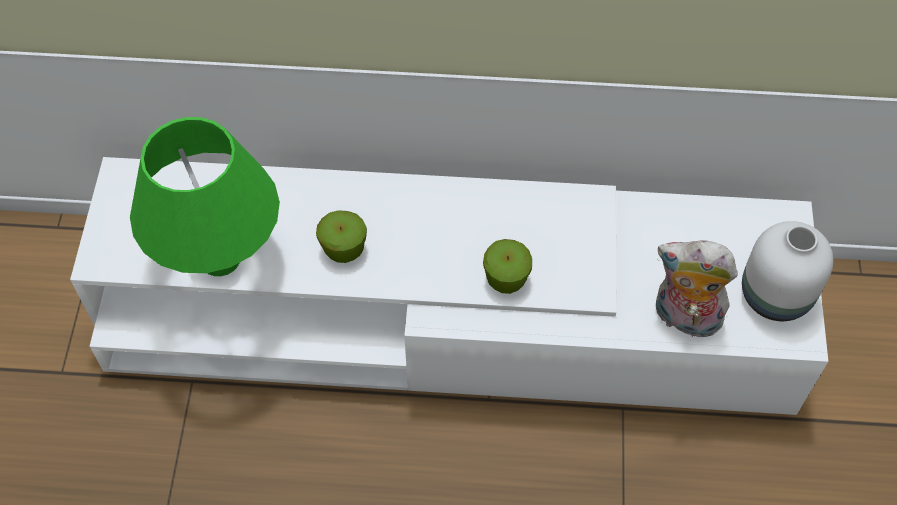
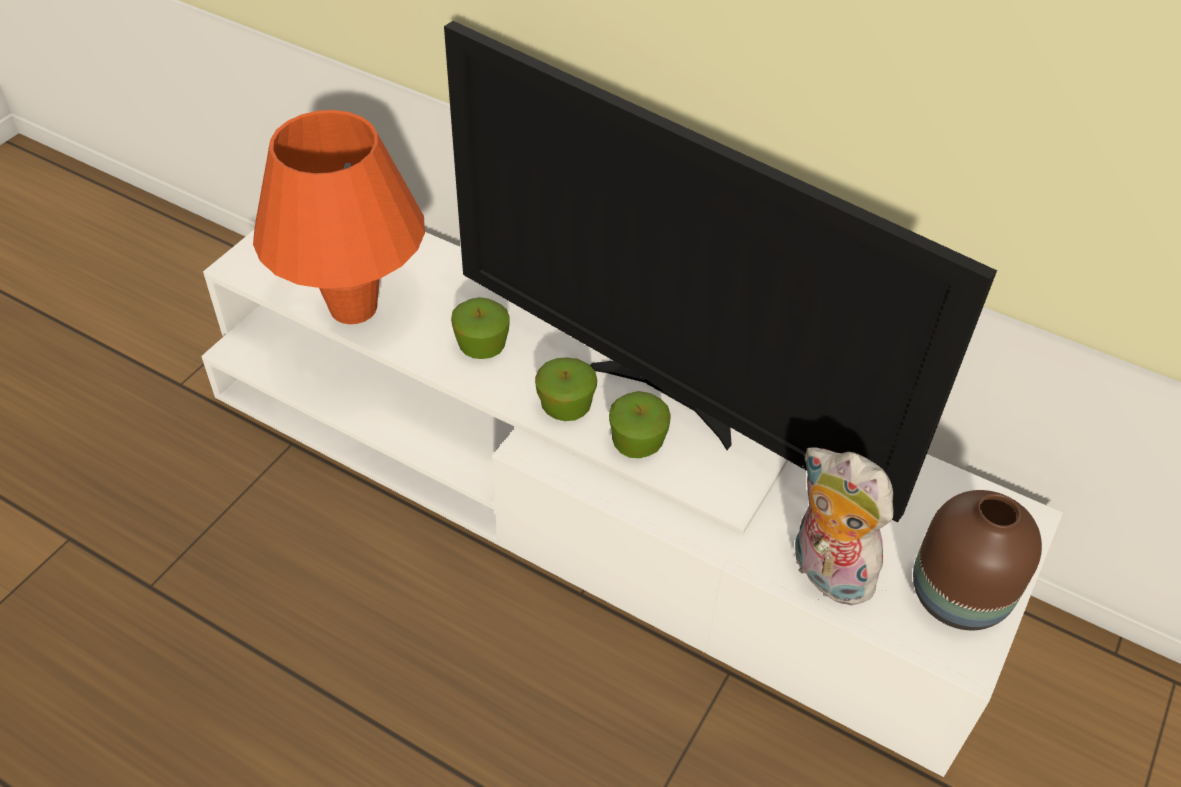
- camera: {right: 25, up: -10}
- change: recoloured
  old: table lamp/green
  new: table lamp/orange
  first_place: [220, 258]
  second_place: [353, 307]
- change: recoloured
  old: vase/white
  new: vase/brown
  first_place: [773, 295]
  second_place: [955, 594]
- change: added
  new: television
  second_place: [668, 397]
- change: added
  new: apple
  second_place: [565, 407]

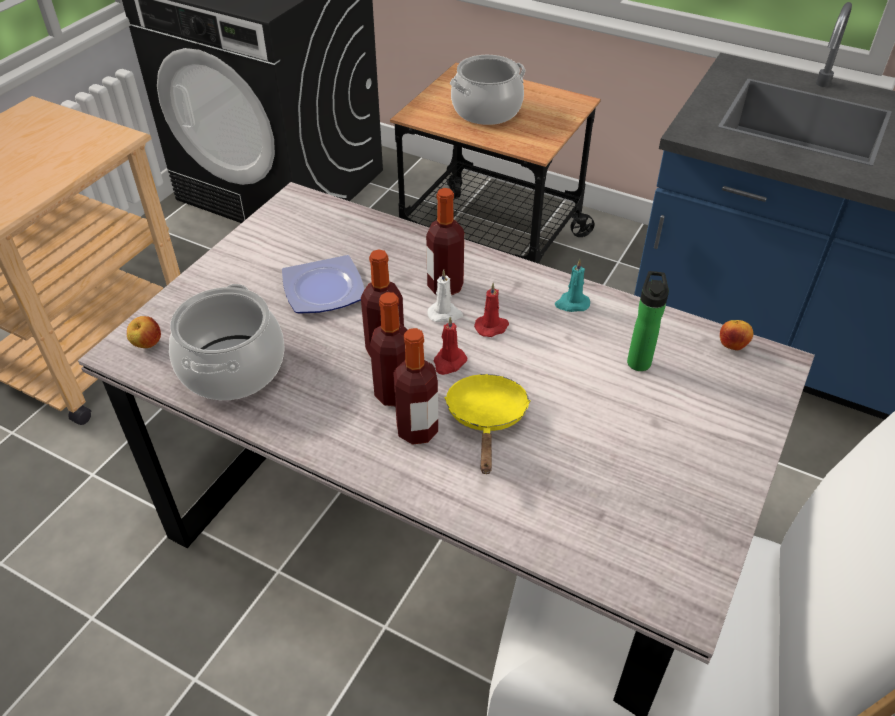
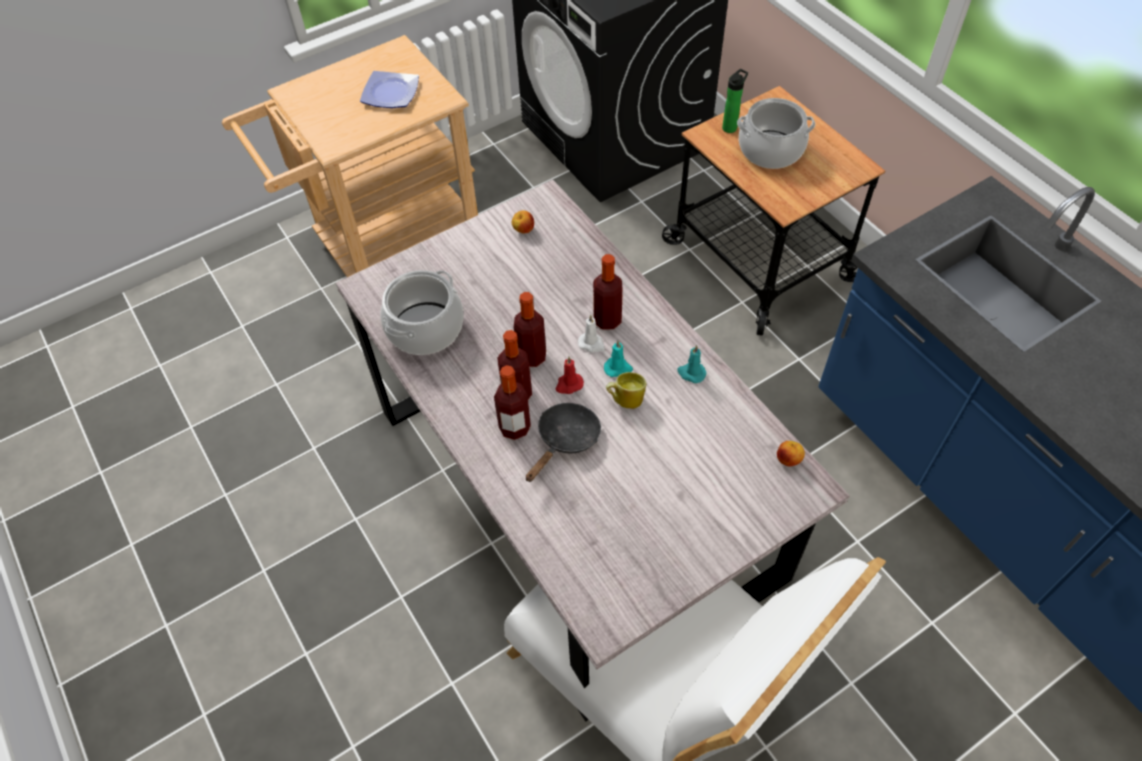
- camera: {right: 30, up: 10}
- change: moved
  old: plate
  first_place: [322, 289]
  second_place: [390, 92]
- change: moved
  old: bottle
  first_place: [639, 360]
  second_place: [730, 127]
- change: recoloured
  old: candle/red
  new: candle/turquoise
  first_place: [492, 327]
  second_place: [618, 368]
- change: moved
  old: apple
  first_place: [147, 344]
  second_place: [523, 230]
- change: recoloured
  old: frying pan/yellow
  new: frying pan/black
  first_place: [487, 419]
  second_place: [565, 439]
- change: added
  new: mug
  second_place: [625, 399]

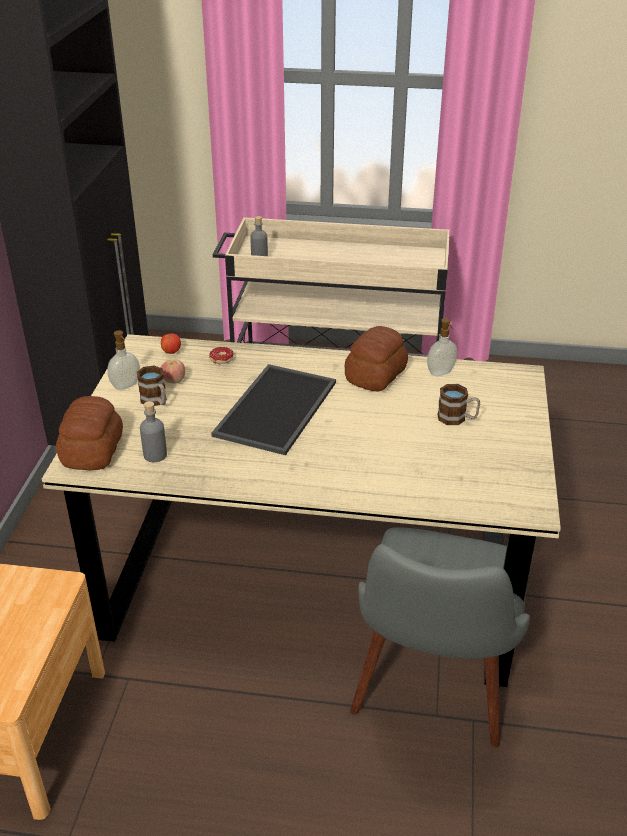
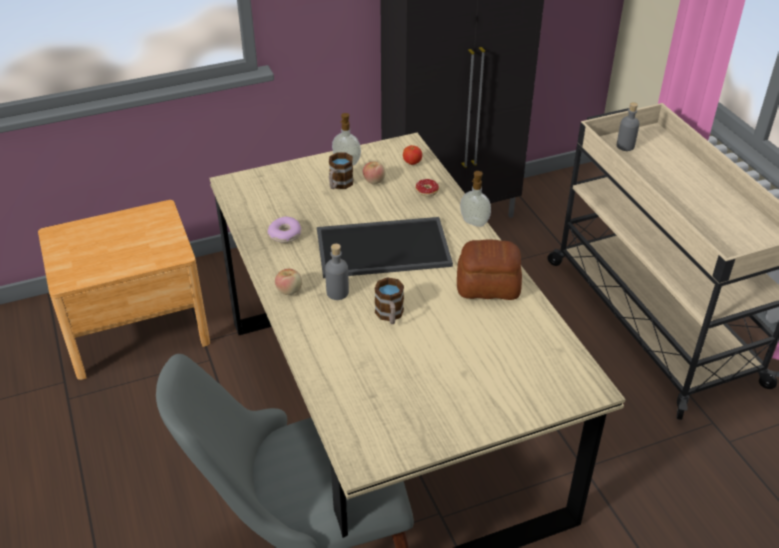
- camera: {right: 60, up: 5}
- change: moved
  old: soap dispenser
  first_place: [441, 373]
  second_place: [473, 223]
- change: moved
  old: mug
  first_place: [457, 418]
  second_place: [390, 315]
- change: removed
  old: bread
  first_place: [94, 450]
- change: moved
  old: bottle/grey
  first_place: [155, 455]
  second_place: [337, 292]
- change: added
  new: donut
  second_place: [285, 235]
- change: added
  new: apple
  second_place: [289, 290]

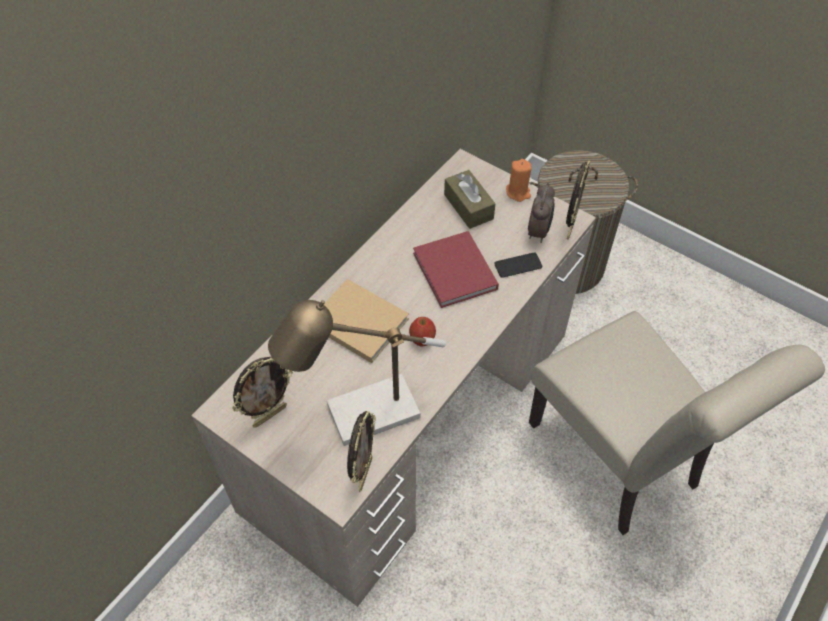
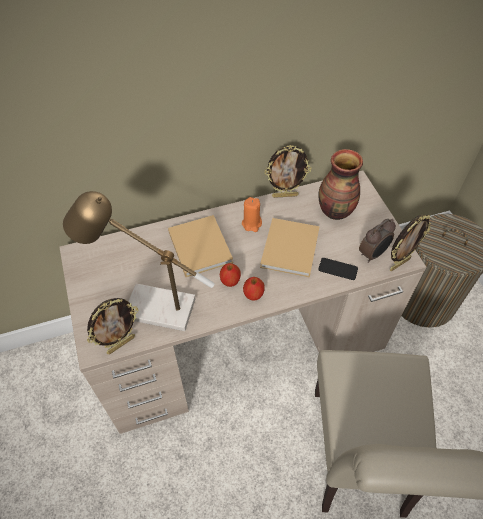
- camera: {right: 35, up: 0}
- change: moved
  old: candle/orange
  first_place: [518, 192]
  second_place: [252, 224]
- change: replaced
  old: tissue box/brown
  new: vase
  first_place: [468, 206]
  second_place: [336, 211]
- change: recoloured
  old: book/red
  new: book/beige
  first_place: [456, 273]
  second_place: [289, 250]
- change: moved
  old: picture frame
  first_place: [269, 415]
  second_place: [285, 195]
- change: added
  new: apple
  second_place: [253, 295]

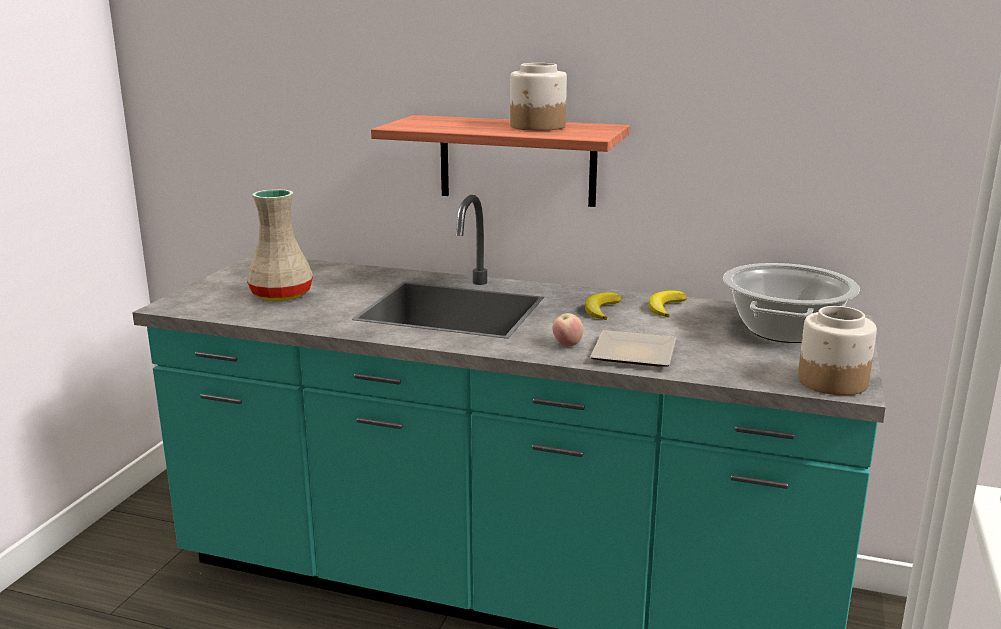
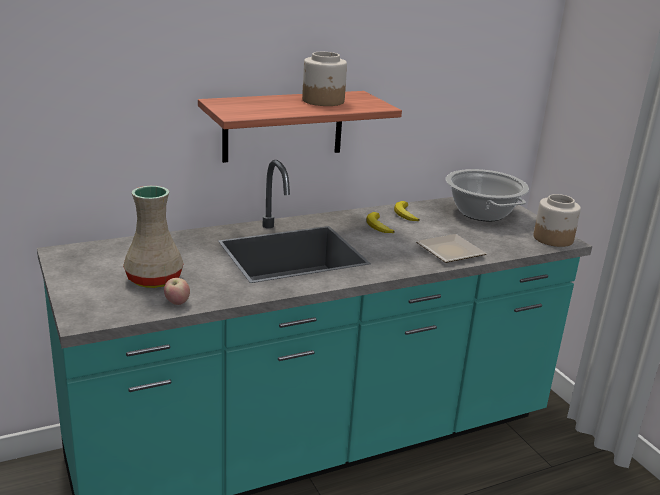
- camera: {right: -45, up: 5}
- change: moved
  old: apple
  first_place: [567, 345]
  second_place: [177, 303]

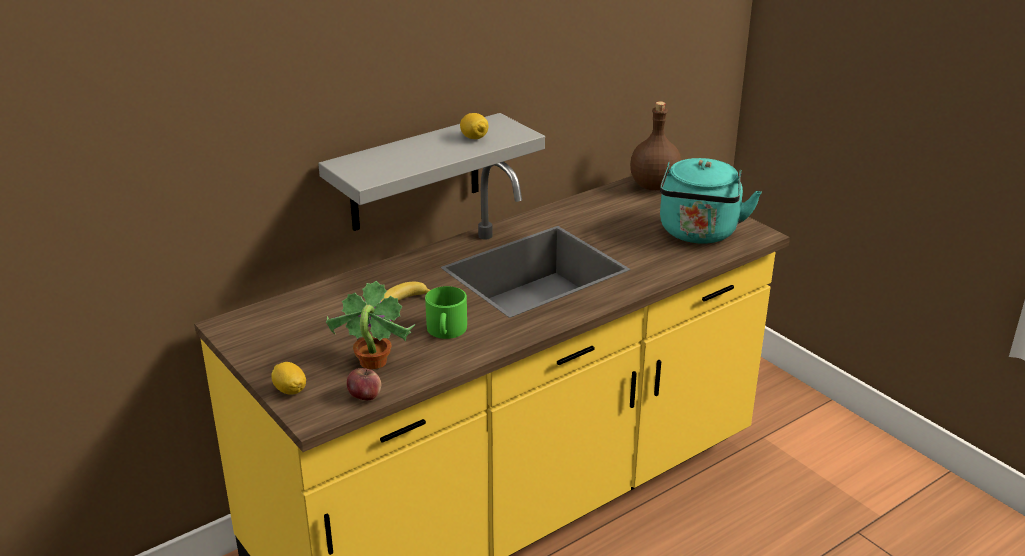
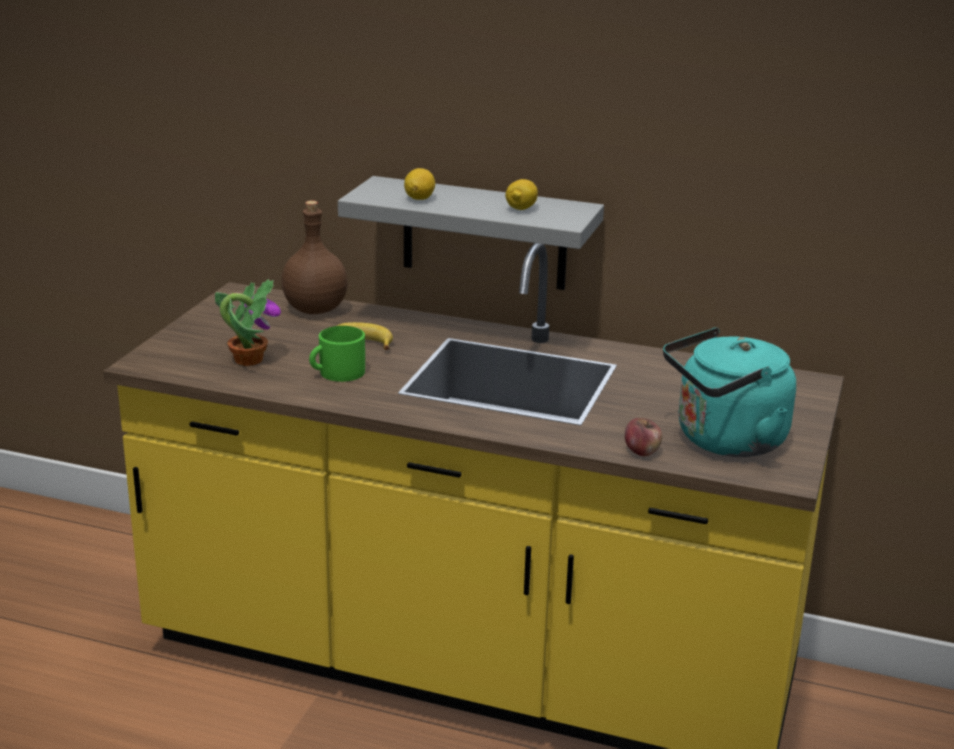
- camera: {right: 55, up: -5}
- change: moved
  old: bottle/brown
  first_place: [654, 186]
  second_place: [314, 309]
- change: moved
  old: lemon
  first_place: [290, 390]
  second_place: [419, 198]
- change: moved
  old: apple
  first_place: [365, 396]
  second_place: [642, 451]

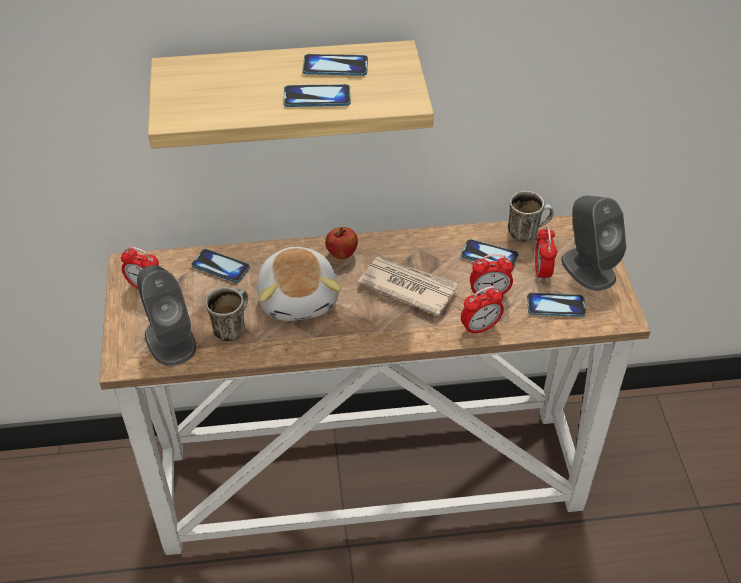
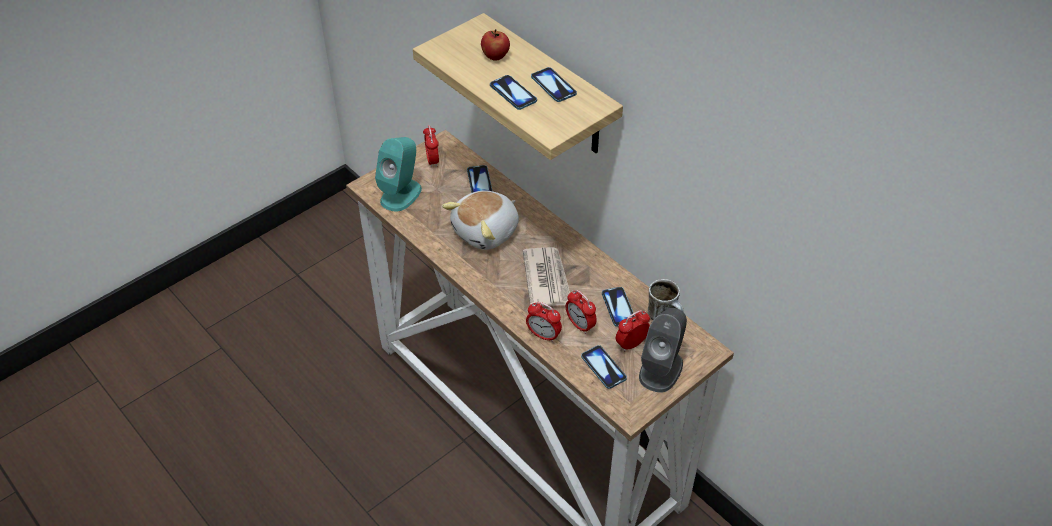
- camera: {right: 55, up: 0}
- change: moved
  old: apple
  first_place: [341, 254]
  second_place: [495, 56]
- change: recoloured
  old: speaker/grey
  new: speaker/turquoise
  first_place: [170, 340]
  second_place: [401, 194]
- change: removed
  old: mug
  first_place: [231, 327]

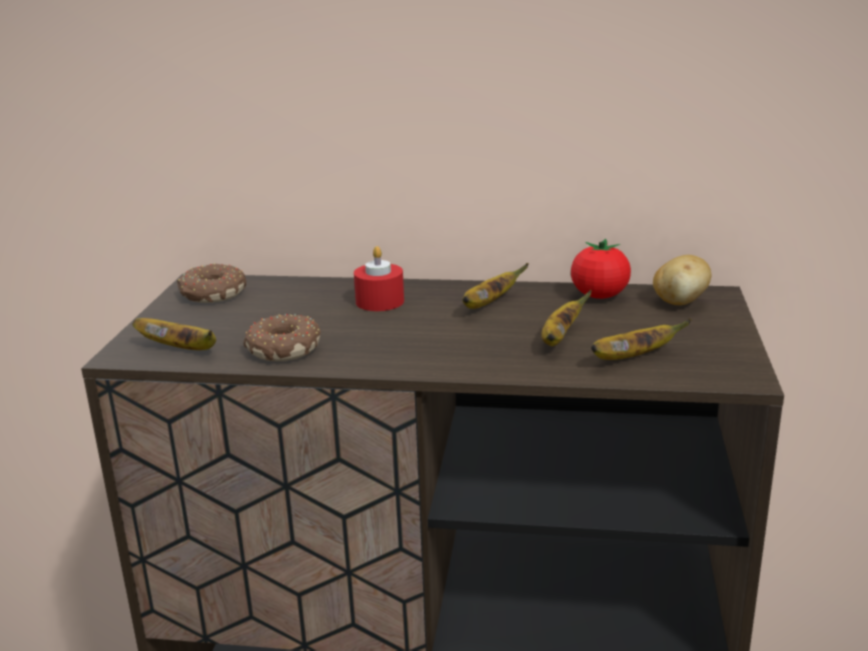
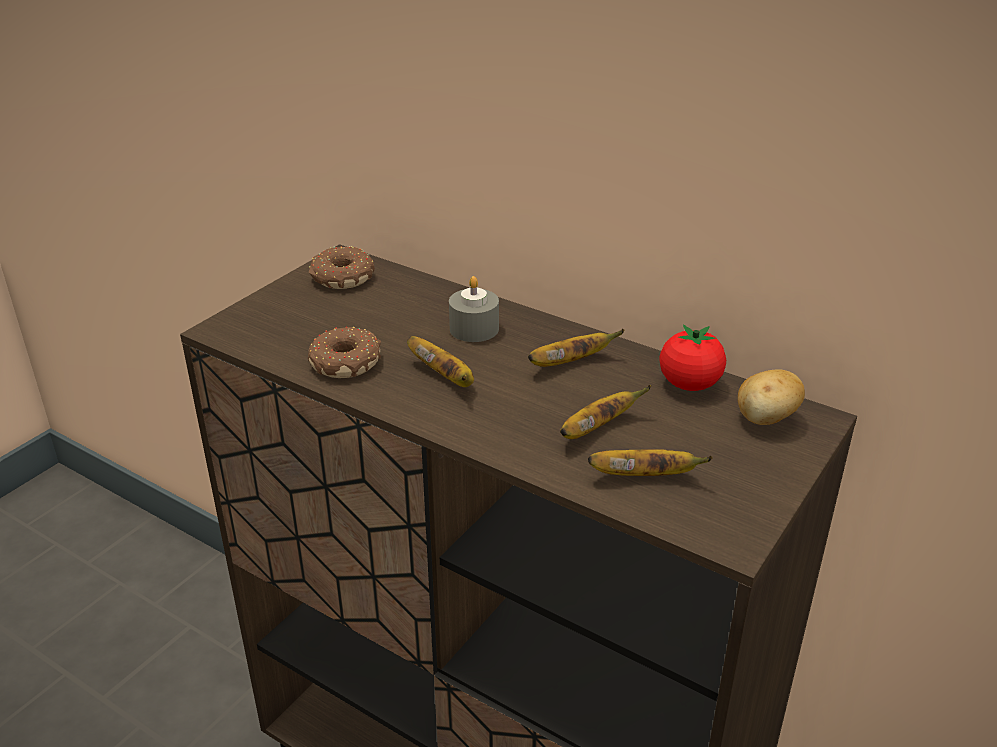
- camera: {right: 25, up: 10}
- change: recoloured
  old: candle/red
  new: candle/grey
  first_place: [379, 301]
  second_place: [474, 329]
- change: moved
  old: banana
  first_place: [182, 349]
  second_place: [445, 377]

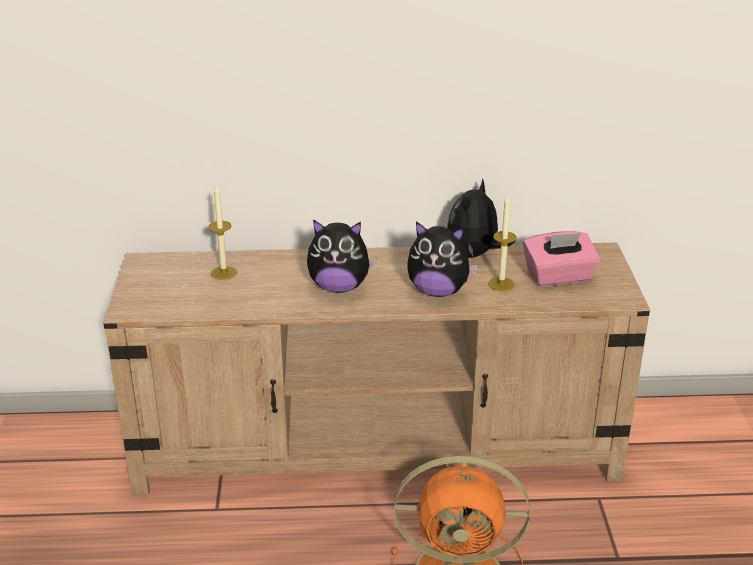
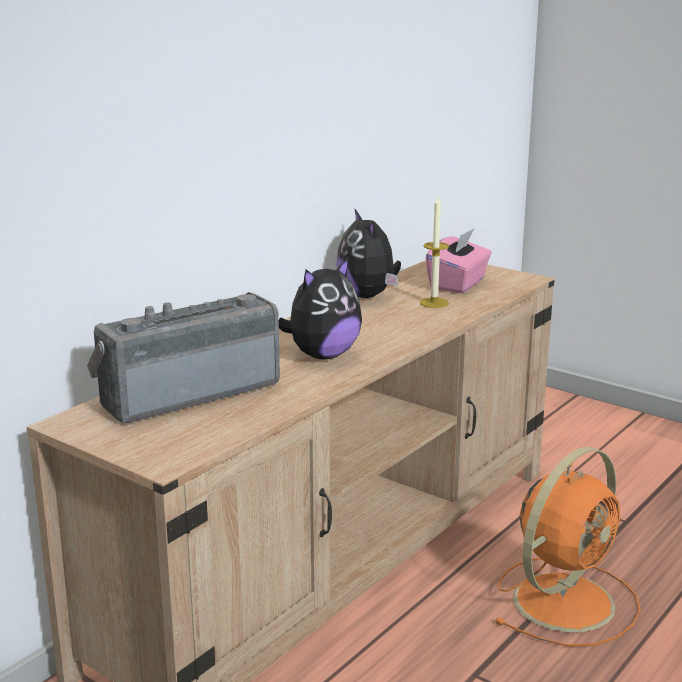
- camera: {right: -50, up: -10}
- change: replaced
  old: candle
  new: radio
  first_place: [224, 273]
  second_place: [188, 392]
- change: removed
  old: plush toy
  first_place: [438, 291]

